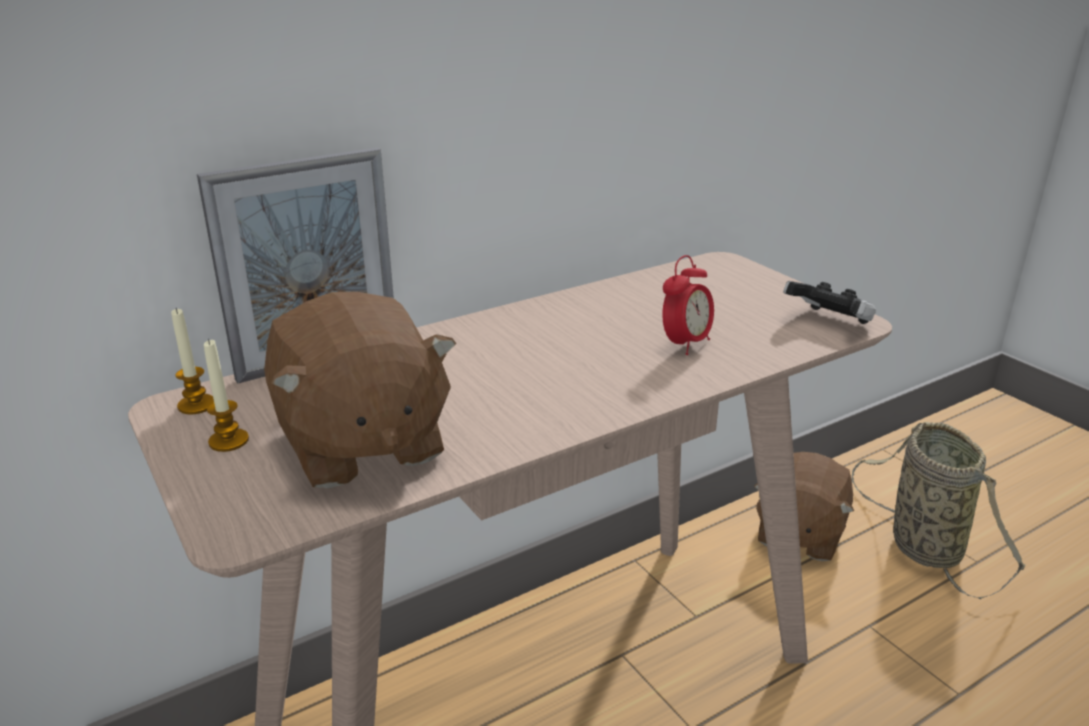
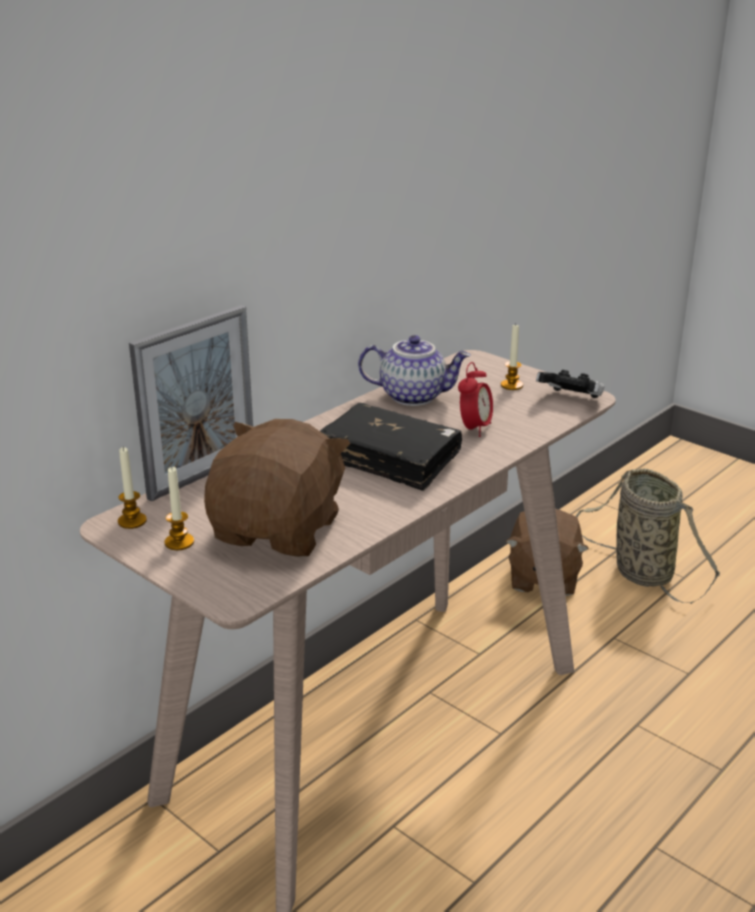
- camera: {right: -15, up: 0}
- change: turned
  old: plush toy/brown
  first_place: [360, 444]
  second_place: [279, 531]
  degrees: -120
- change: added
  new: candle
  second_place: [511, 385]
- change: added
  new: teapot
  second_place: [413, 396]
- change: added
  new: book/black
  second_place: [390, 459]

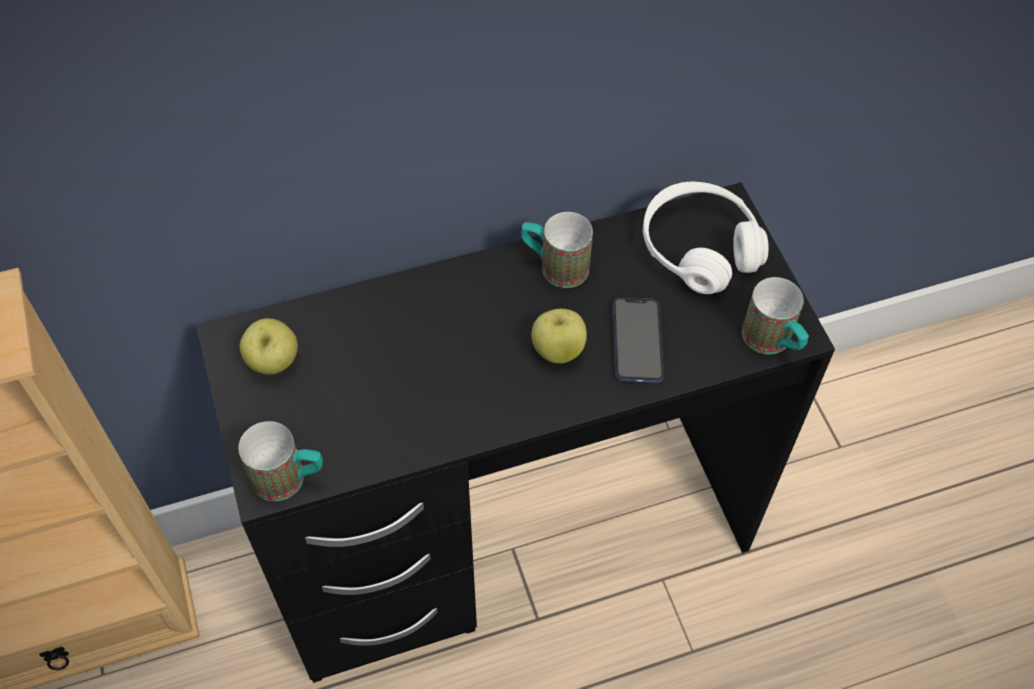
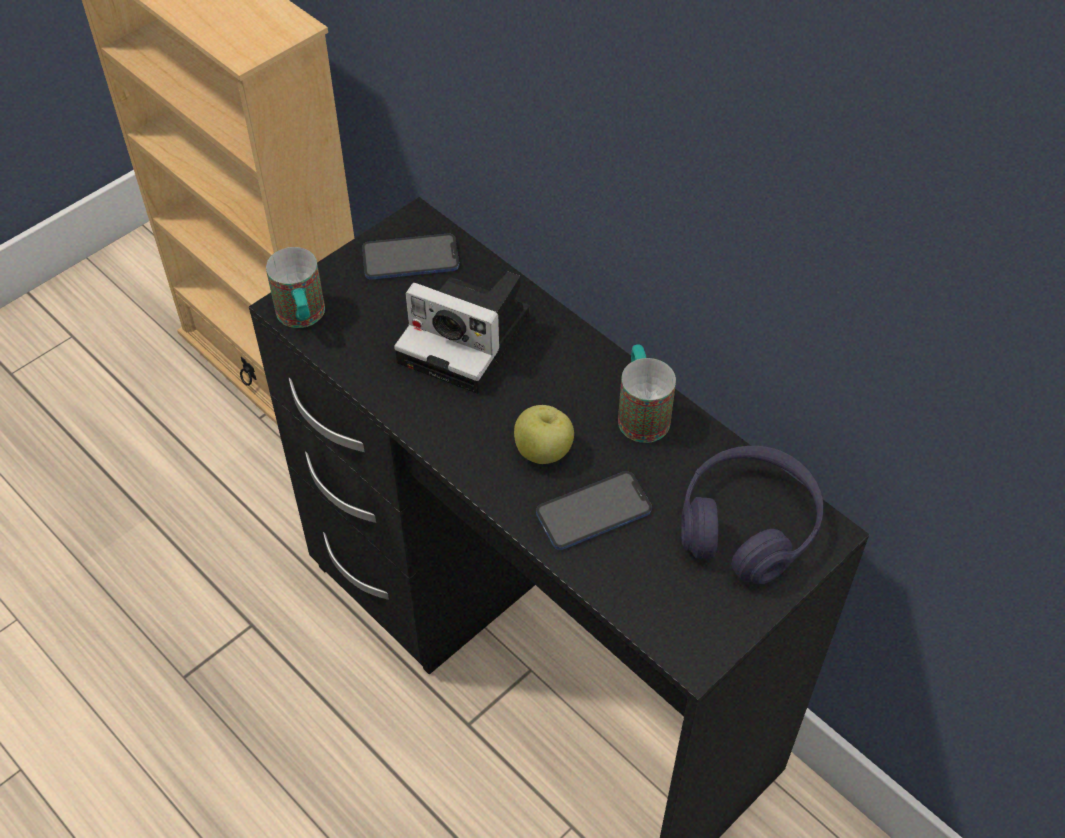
- camera: {right: 65, up: -5}
- change: recoloured
  old: headphones/white
  new: headphones/purple
  first_place: [699, 248]
  second_place: [747, 526]
- change: removed
  old: mug
  first_place: [772, 343]
- change: replaced
  old: apple
  new: phone
  first_place: [273, 362]
  second_place: [410, 259]
- change: added
  new: photo camera
  second_place: [469, 339]

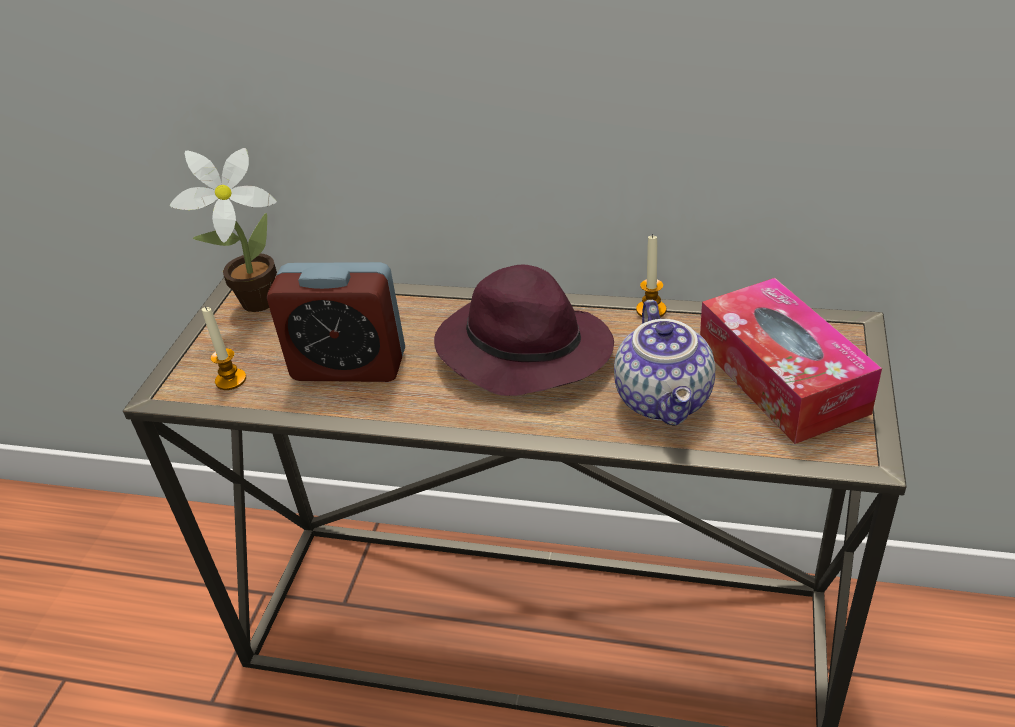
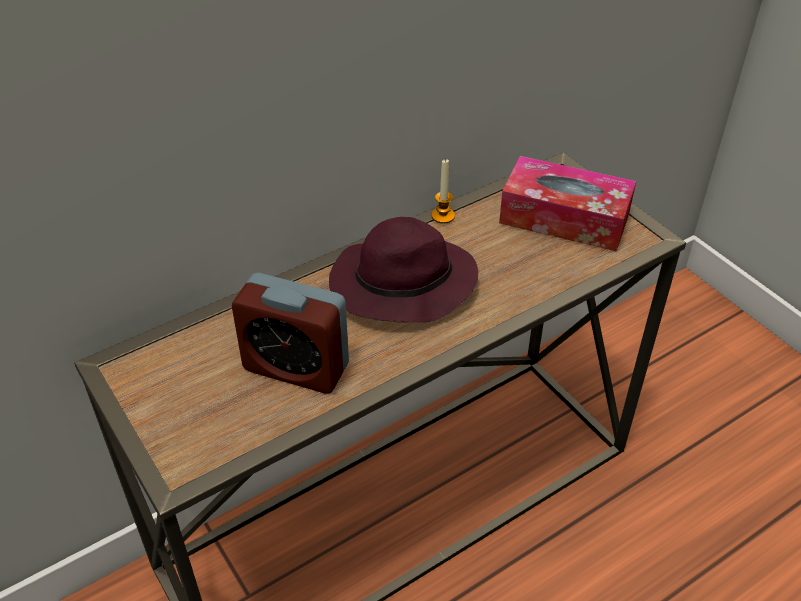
- camera: {right: -50, up: 5}
- change: removed
  old: potted plant
  first_place: [252, 303]
- change: turned
  old: alarm clock
  first_place: [349, 366]
  second_place: [296, 367]
  degrees: 60
- change: removed
  old: teapot
  first_place: [666, 400]
- change: removed
  old: candle
  first_place: [231, 380]

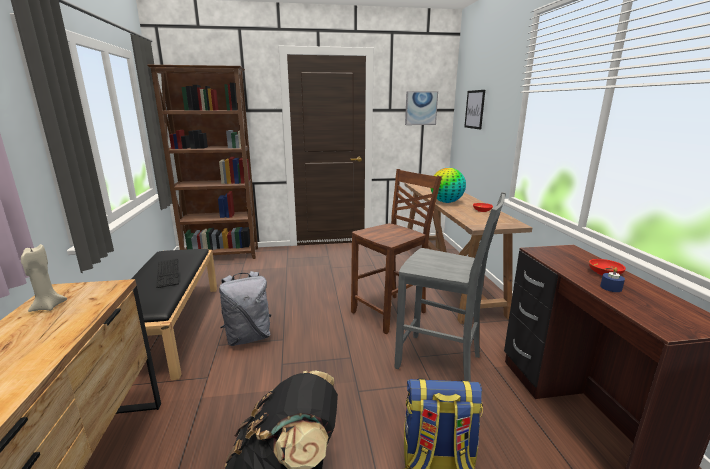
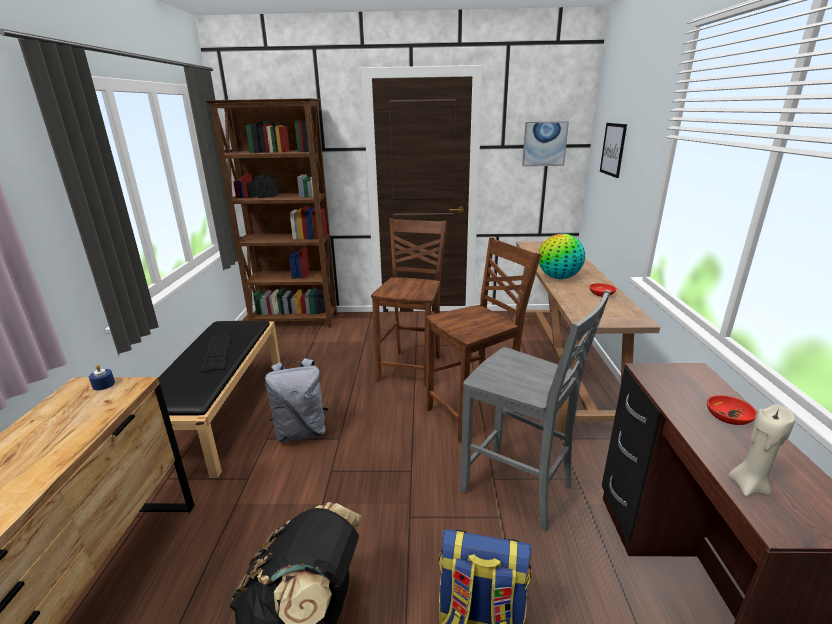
- camera: {right: 10, up: 5}
- change: moved
  old: candle/beige
  first_place: [48, 307]
  second_place: [748, 486]
- change: moved
  old: candle/blue
  first_place: [611, 287]
  second_place: [103, 385]
- change: added
  new: chair/brown
  second_place: [412, 368]

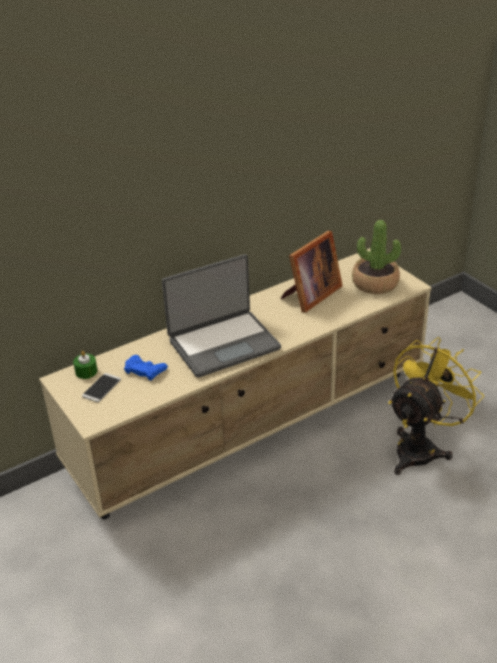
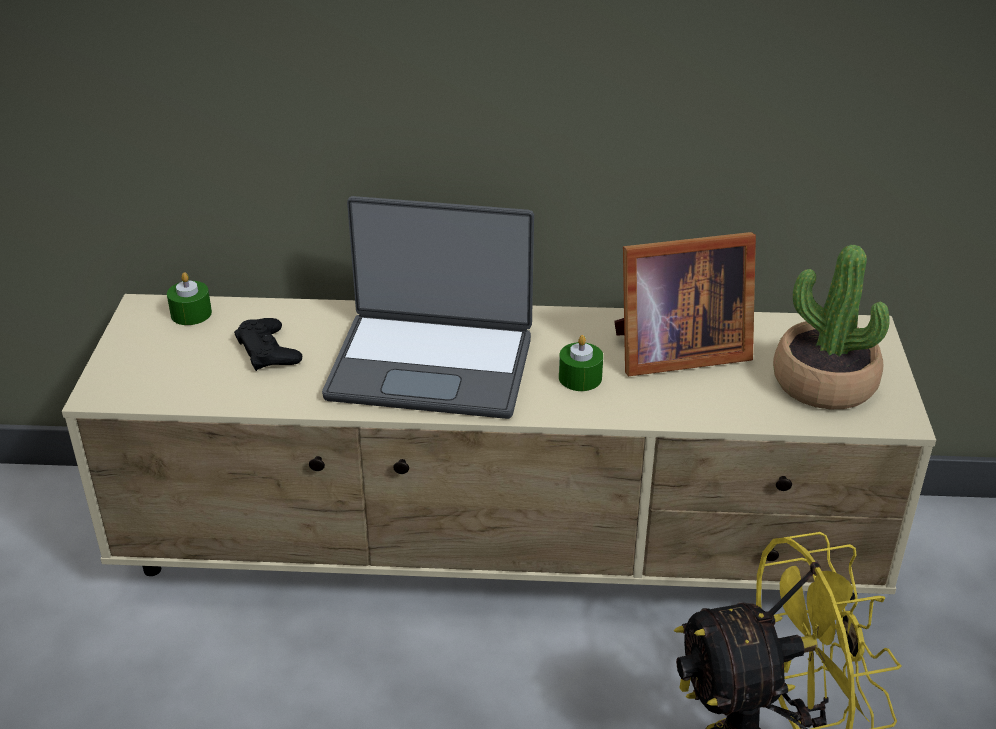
- camera: {right: 35, up: 0}
- change: recoloured
  old: game controller/blue
  new: game controller/black
  first_place: [145, 370]
  second_place: [268, 351]
- change: removed
  old: phone
  first_place: [101, 388]
- change: added
  new: candle/green
  second_place: [580, 378]

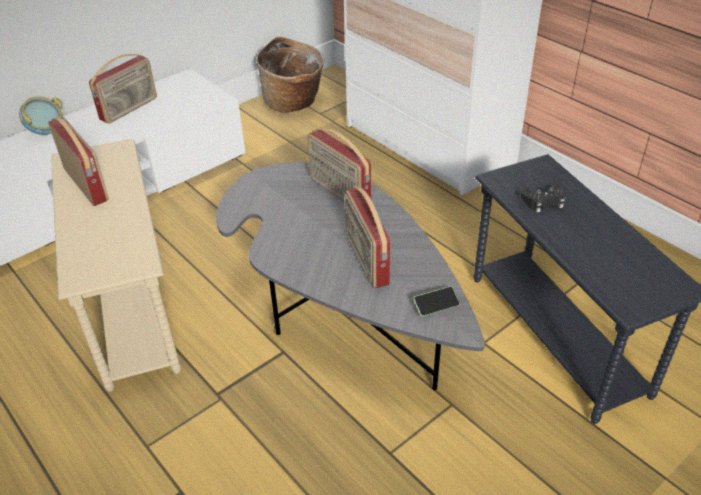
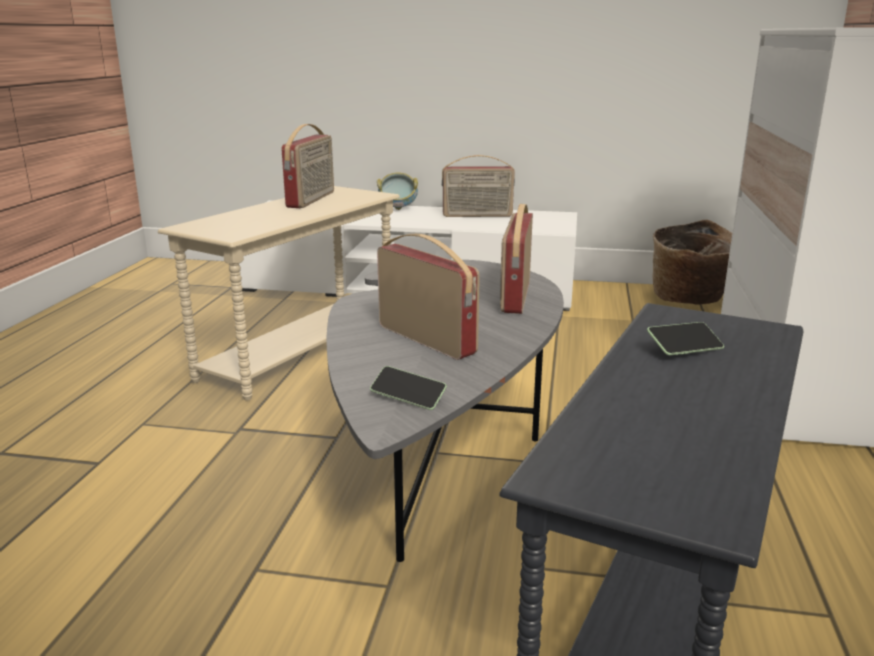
- camera: {right: 50, up: -20}
- change: replaced
  old: game controller/black
  new: phone
  first_place: [544, 202]
  second_place: [684, 349]
- change: turned
  old: radio
  first_place: [366, 260]
  second_place: [427, 339]
  degrees: 105

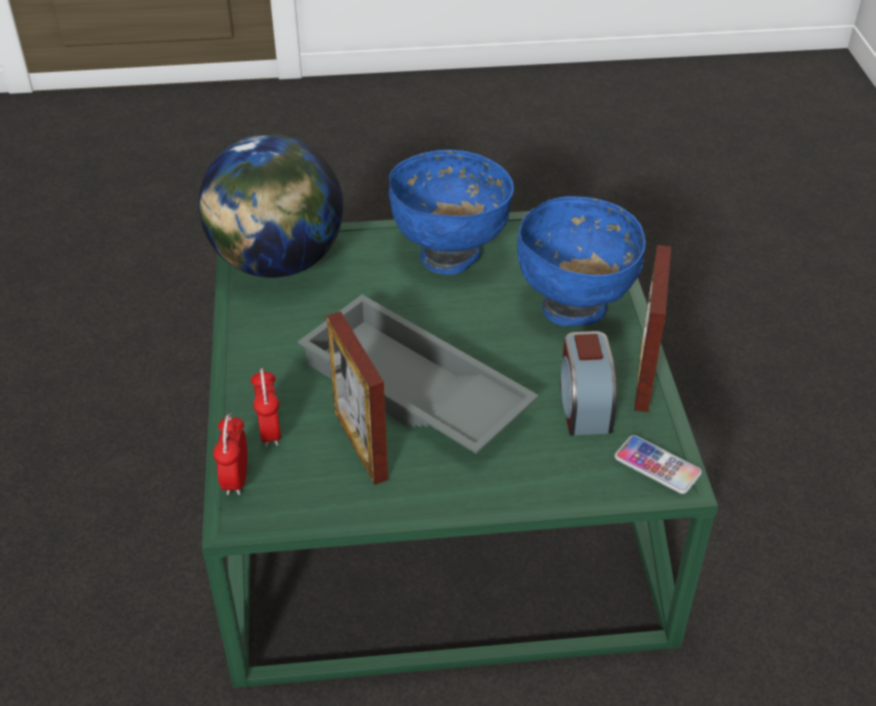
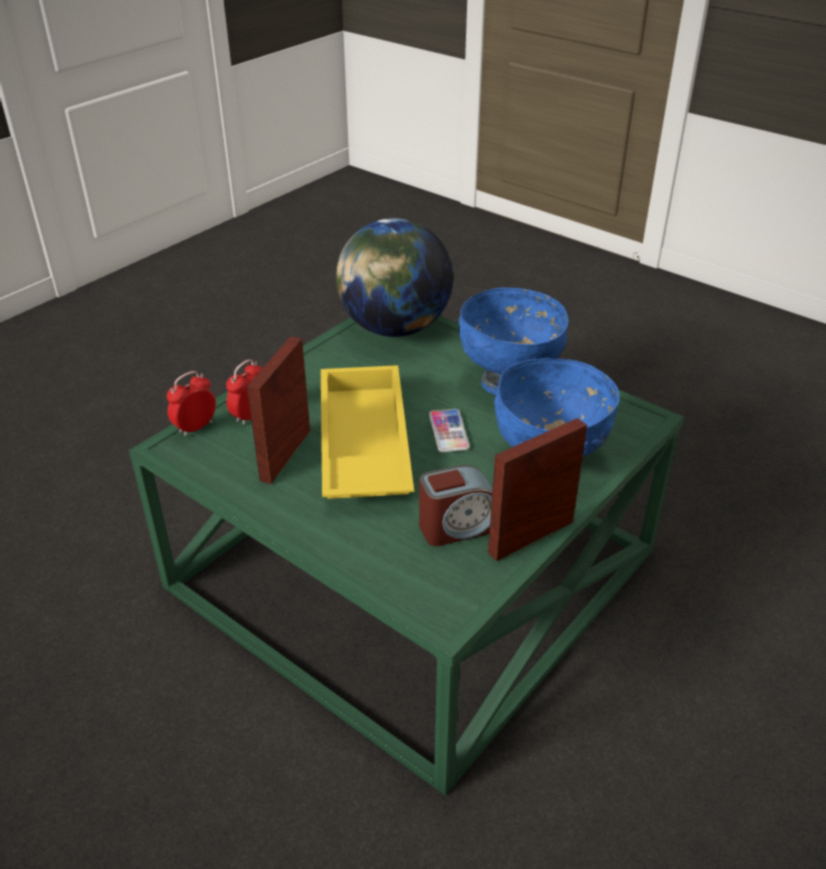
- camera: {right: 45, up: -5}
- change: recoloured
  old: tray/grey
  new: tray/yellow
  first_place: [411, 391]
  second_place: [361, 445]
- change: turned
  old: alarm clock
  first_place: [584, 406]
  second_place: [457, 527]
  degrees: -150
- change: moved
  old: phone
  first_place: [657, 465]
  second_place: [449, 431]

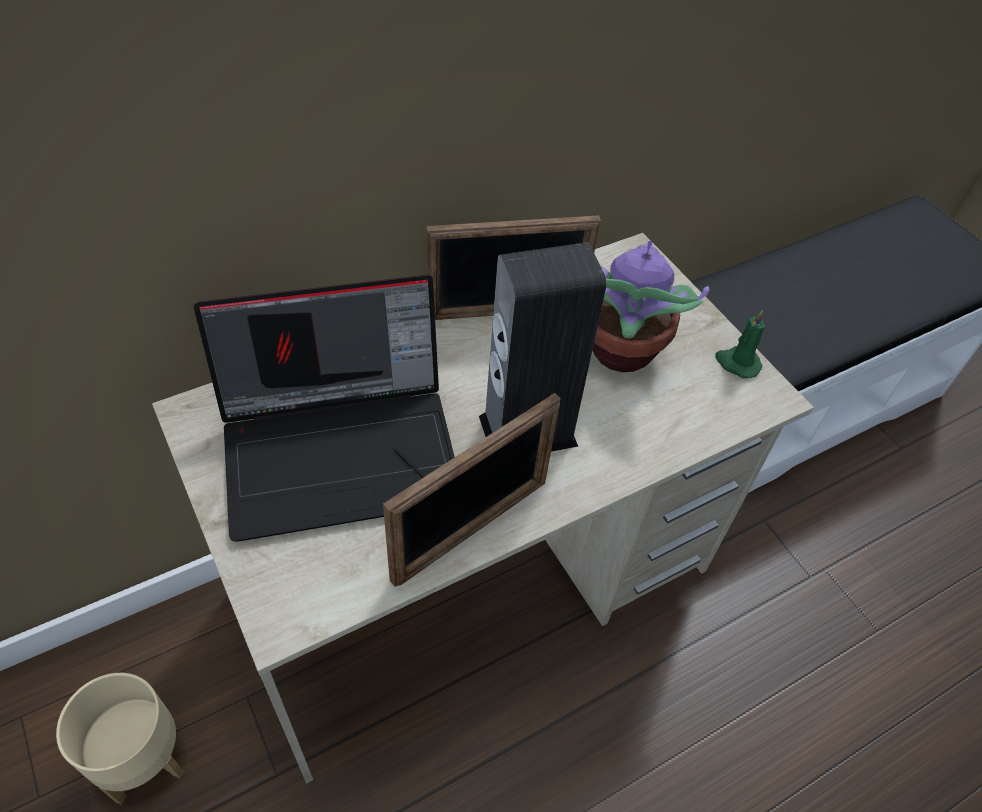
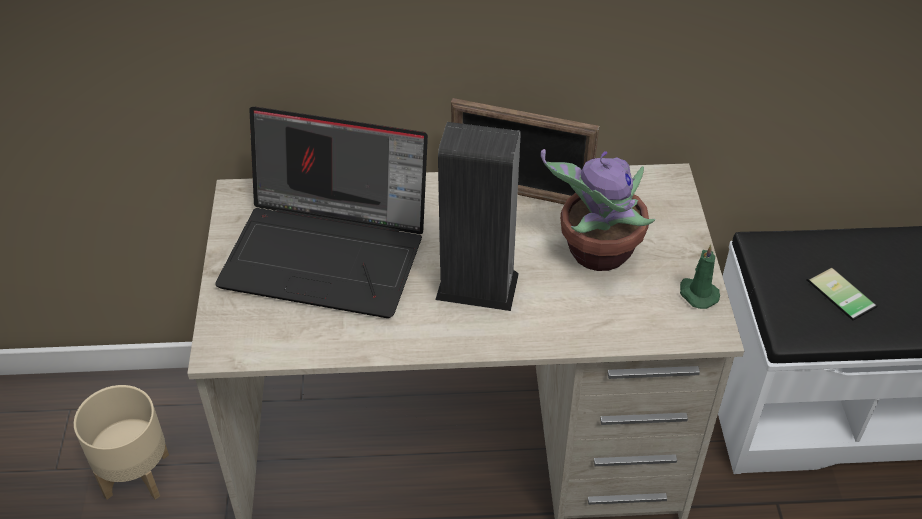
- camera: {right: 30, up: -5}
- change: removed
  old: picture frame
  first_place: [472, 529]
- change: added
  new: phone
  second_place: [838, 295]

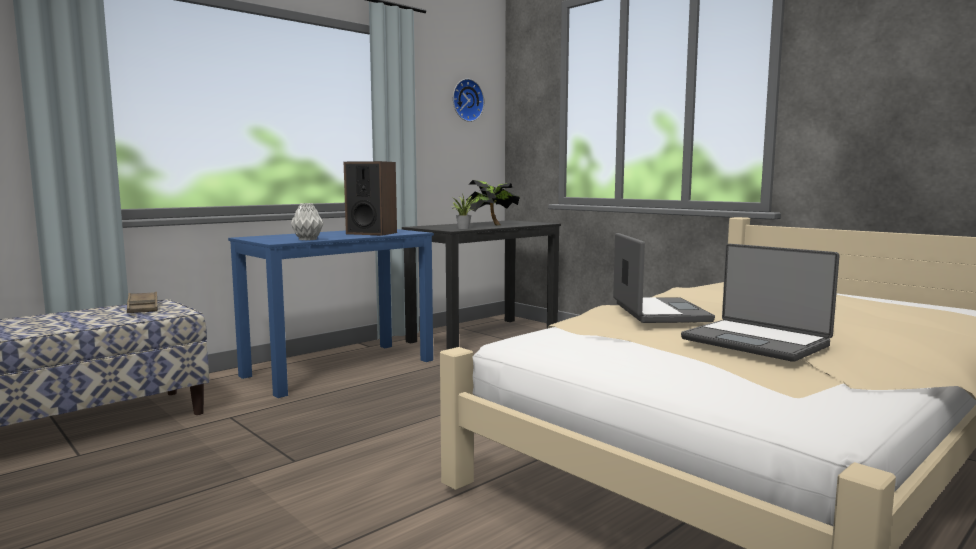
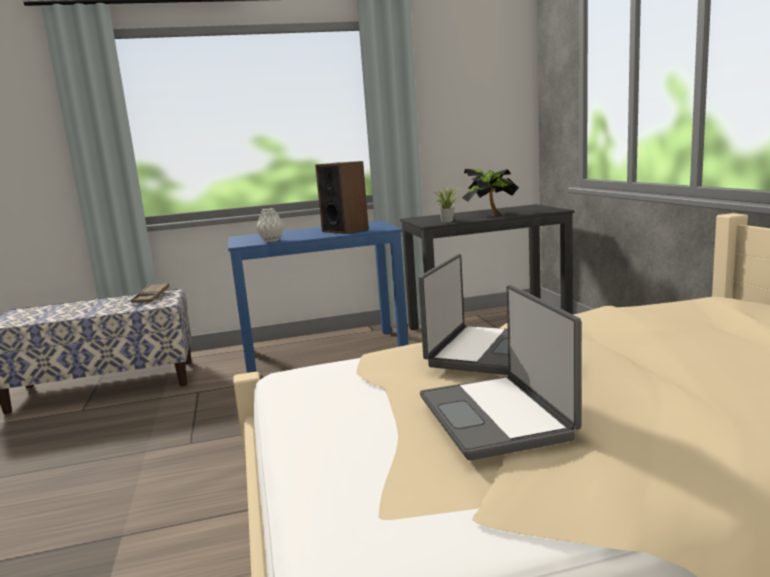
- camera: {right: 30, up: 5}
- change: removed
  old: wall clock
  first_place: [466, 100]

